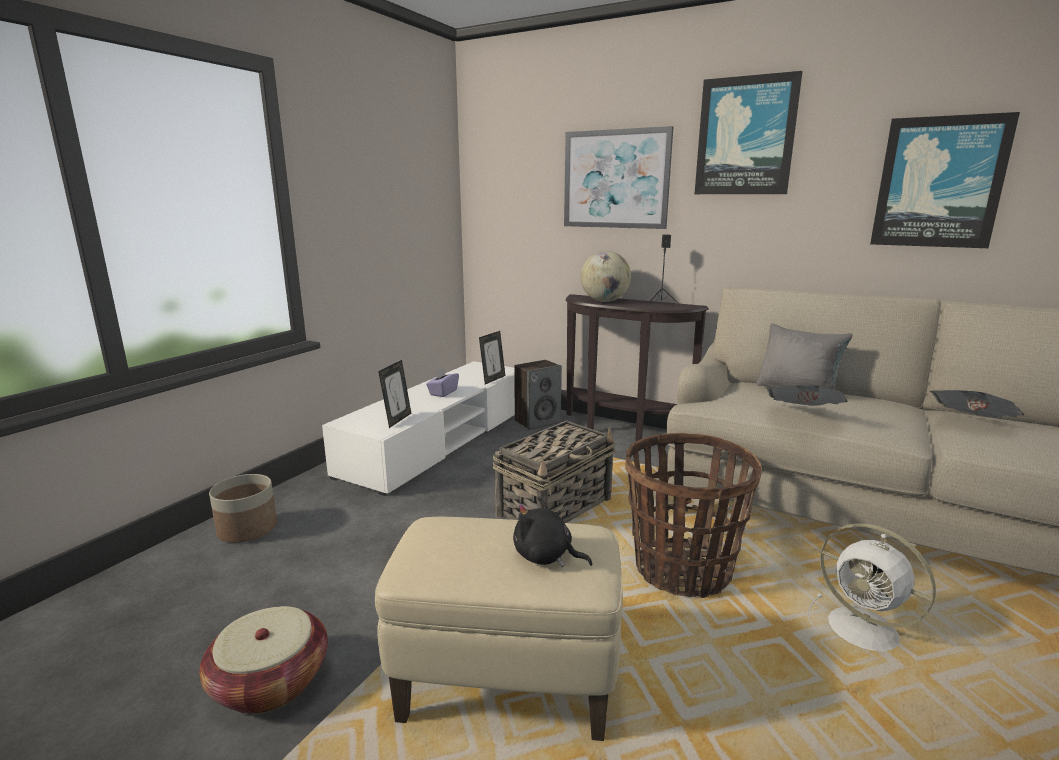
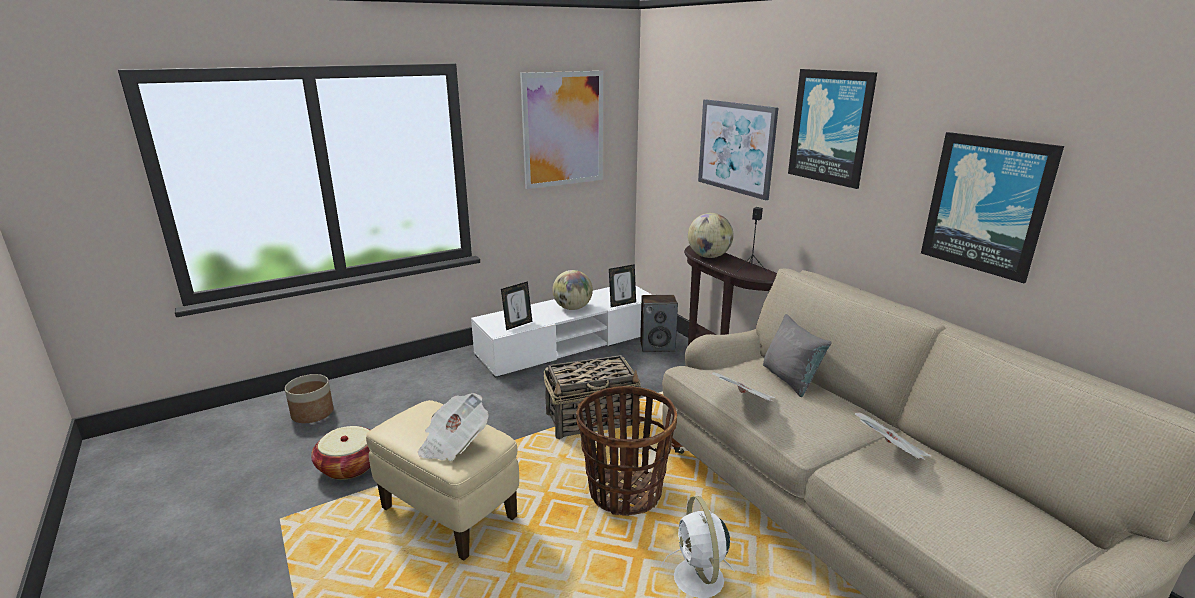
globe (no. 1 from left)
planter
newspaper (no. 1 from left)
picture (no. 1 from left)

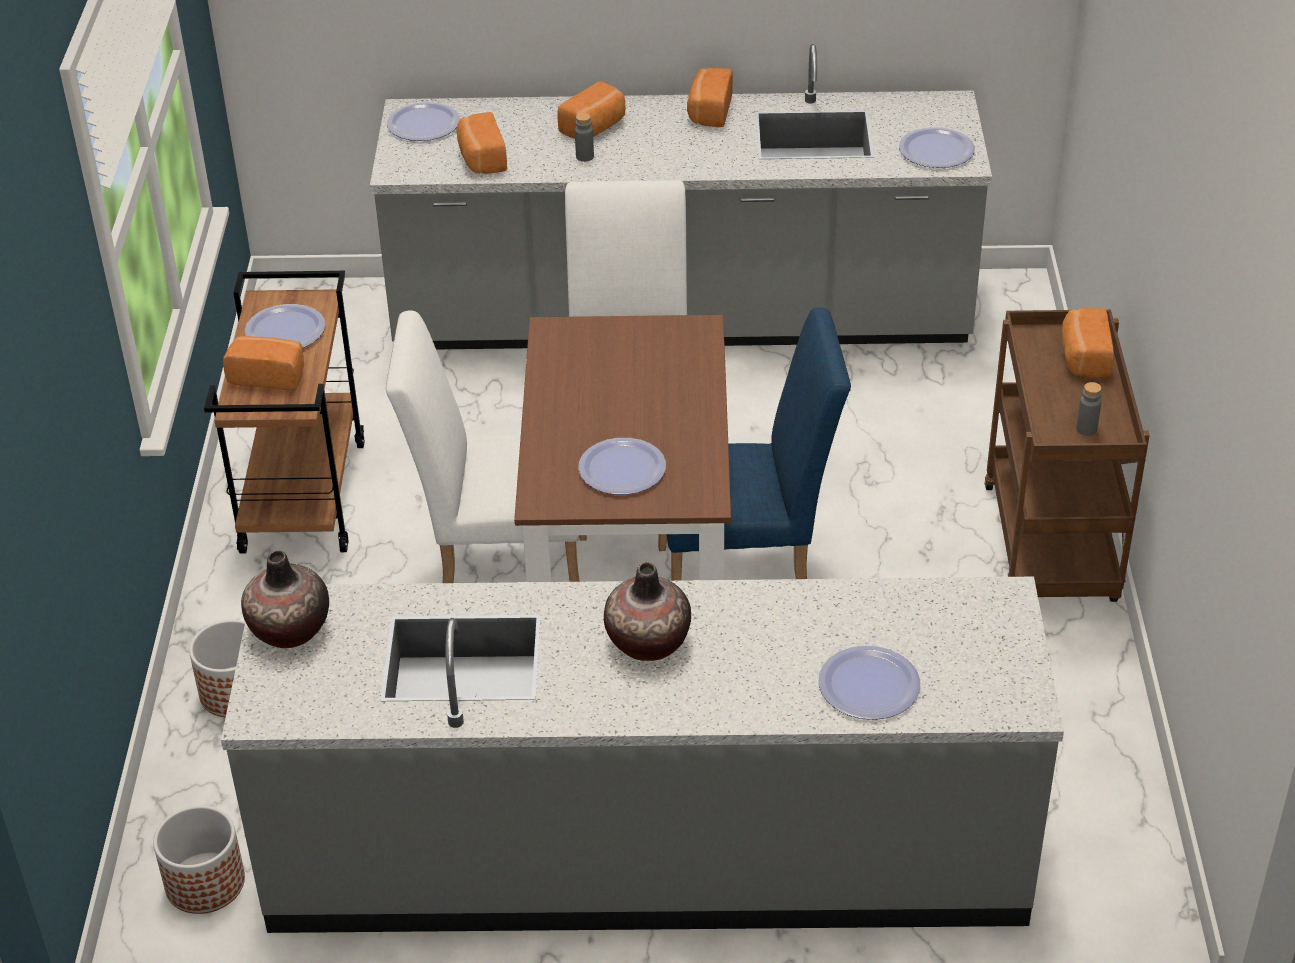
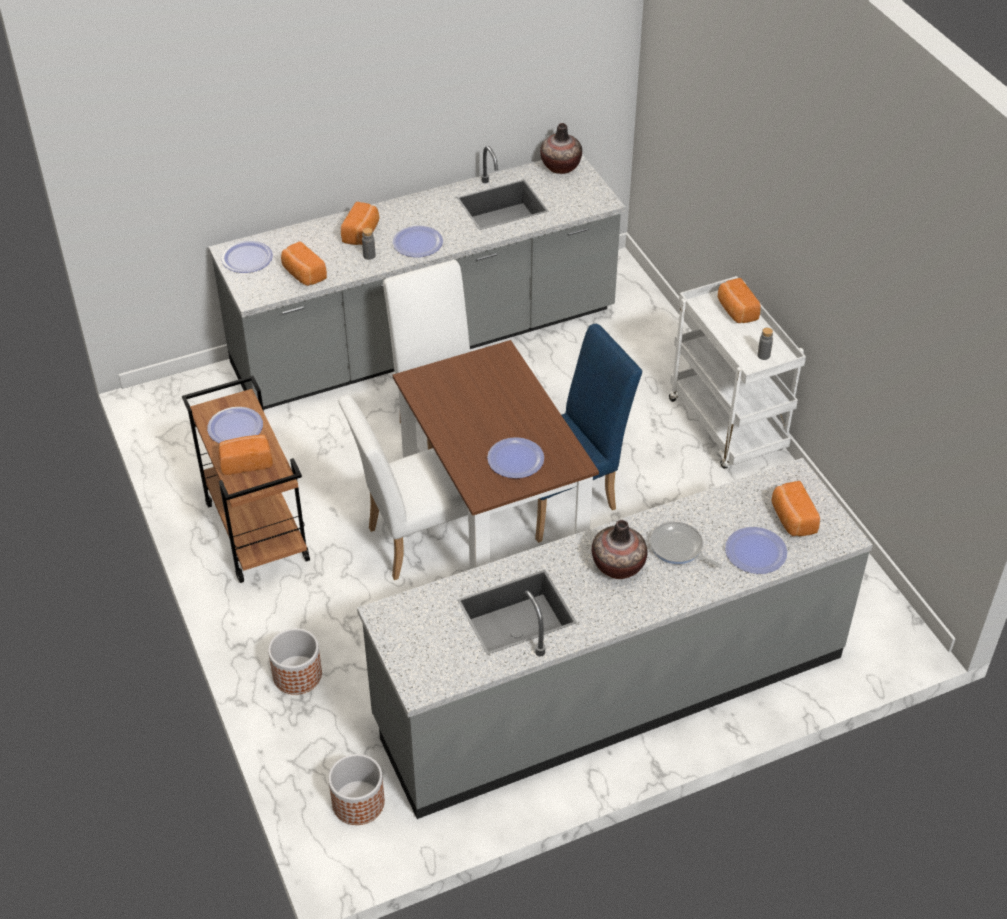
bread (no. 5 from left)
plate (no. 3 from left)
cart (white)
vase (no. 1 from left)
frying pan

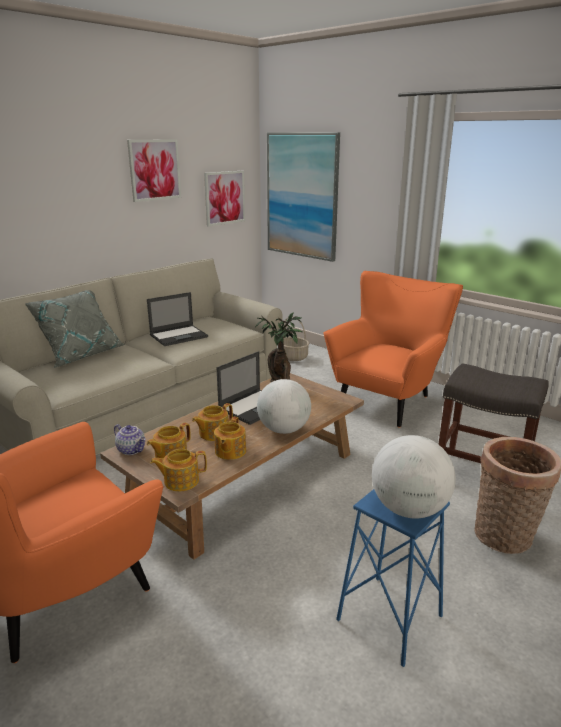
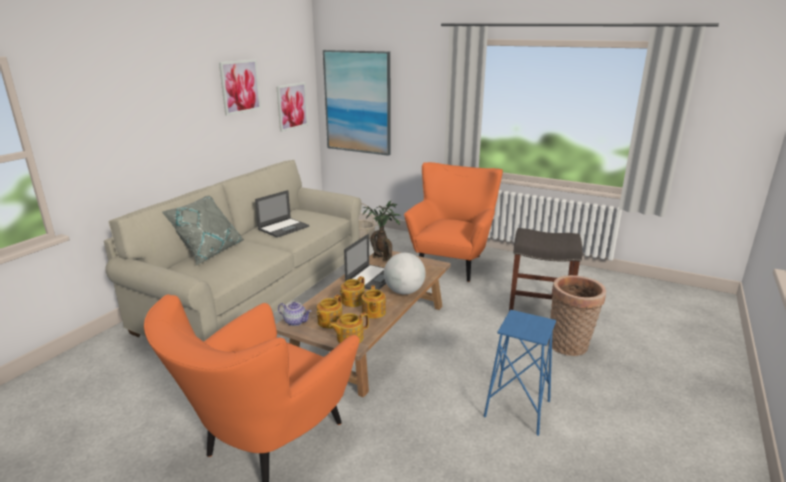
globe (no. 2 from left in the first image)

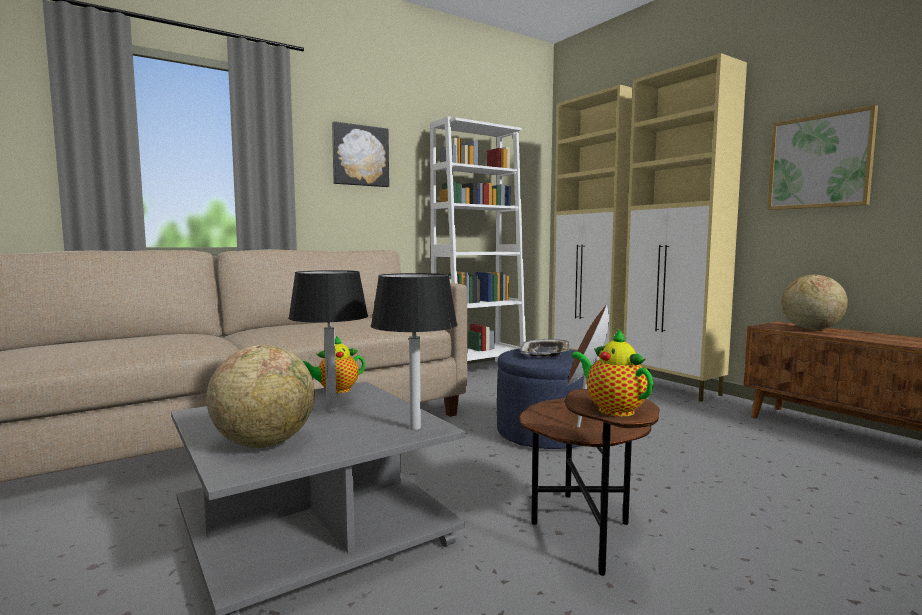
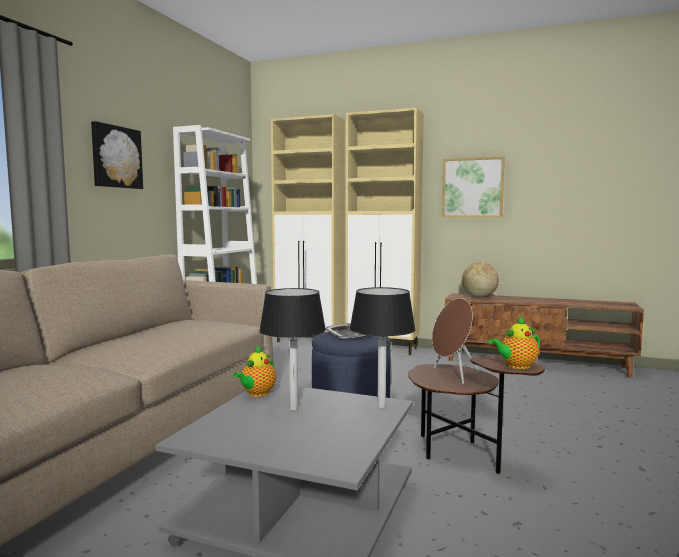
teapot (no. 2 from left)
globe (no. 1 from left in the first image)

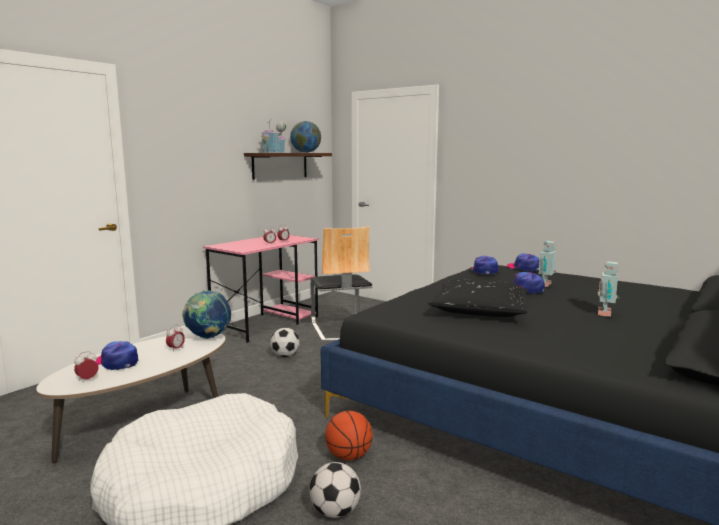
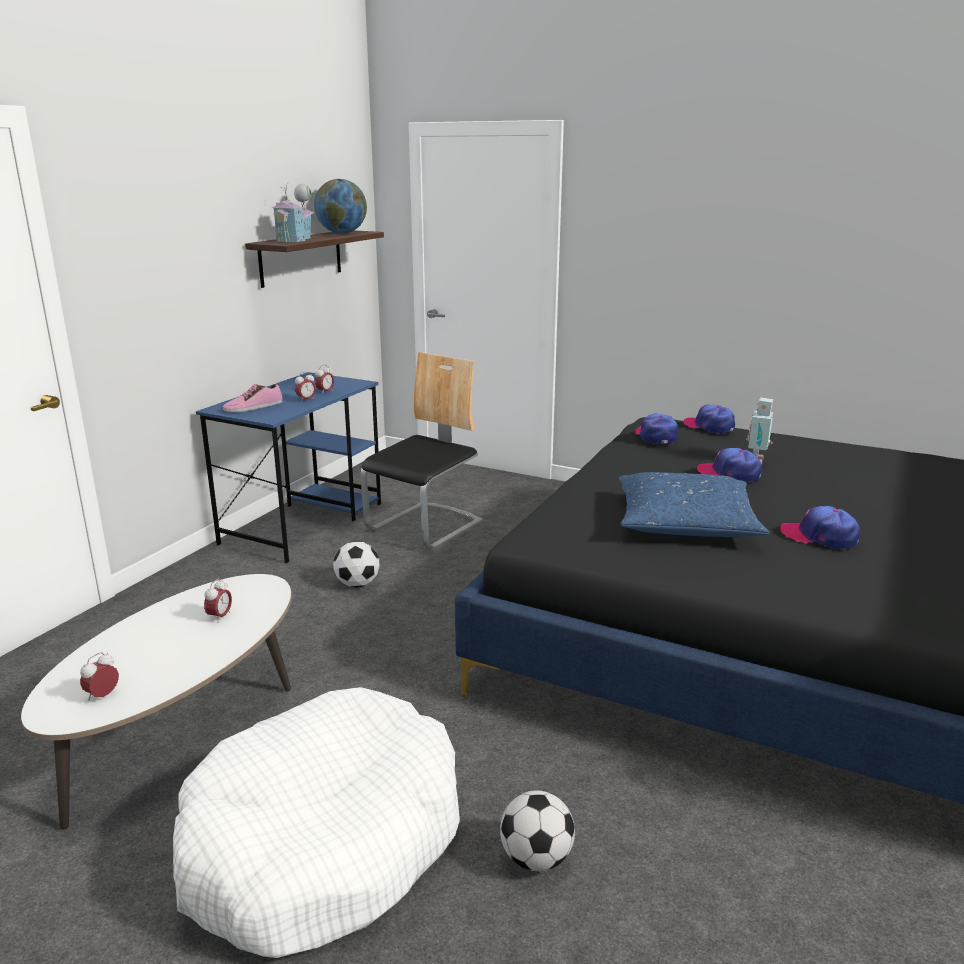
chair
desk (blue)
toy robot (no. 2 from left in the first image)
pillow (blue)
globe (no. 1 from left in the first image)
cap (no. 4 from left)
basketball
shoe

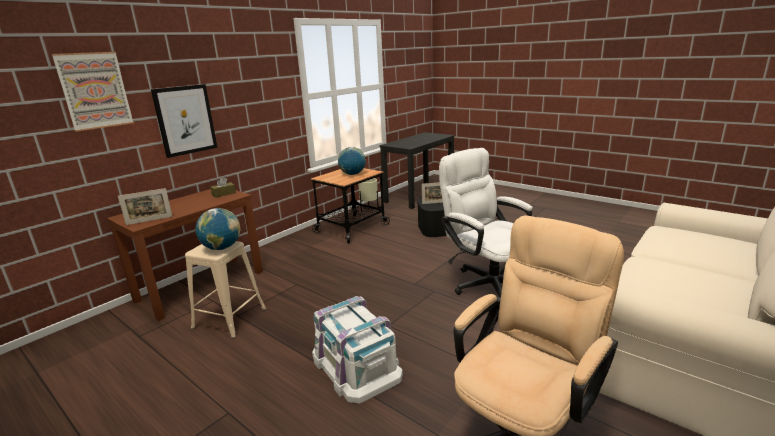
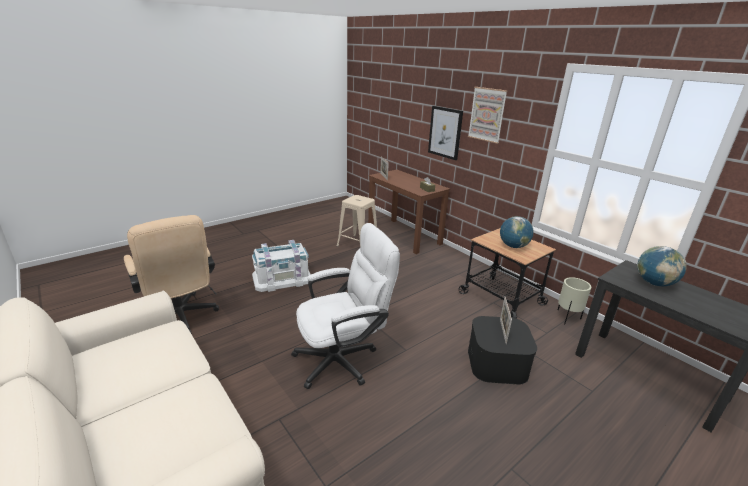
picture (no. 2 from left)
globe (no. 2 from left)

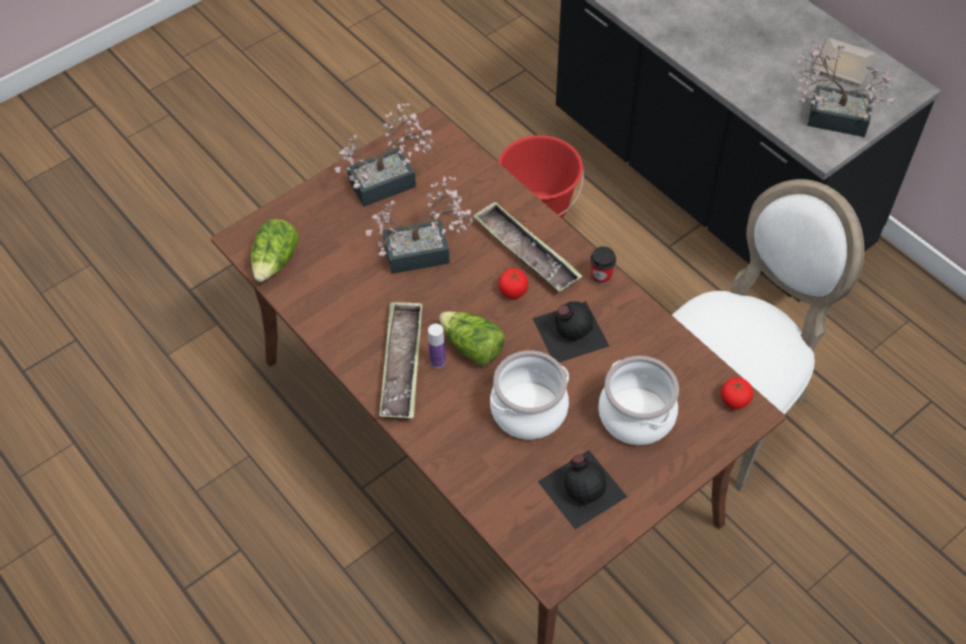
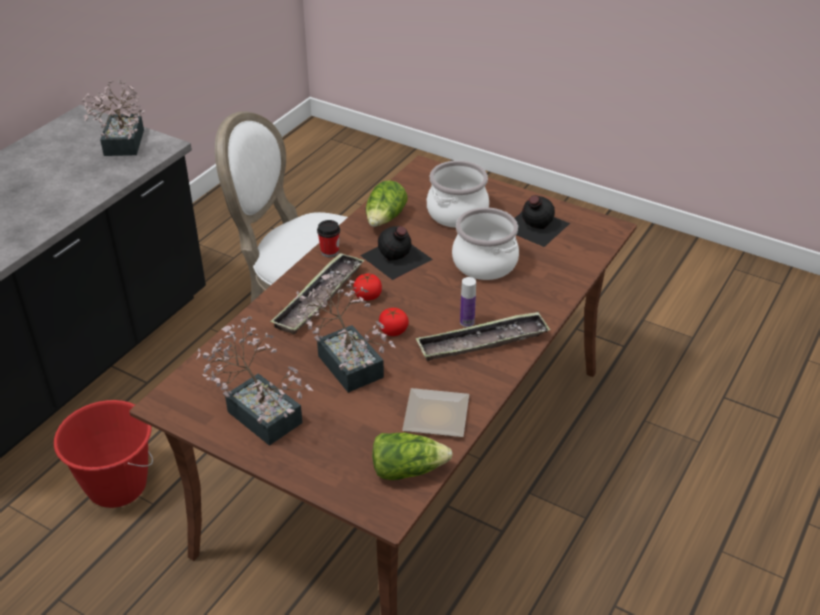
plate
lettuce (no. 1 from left)
tomato (no. 2 from left)

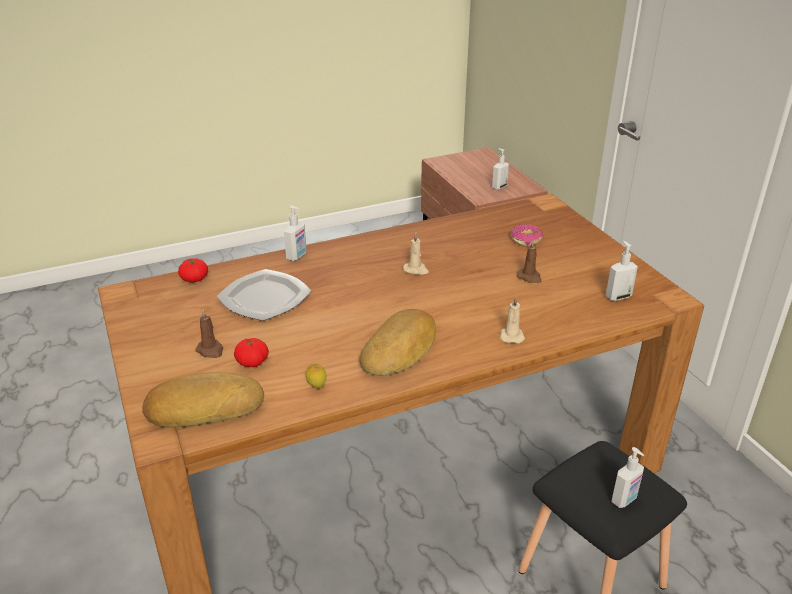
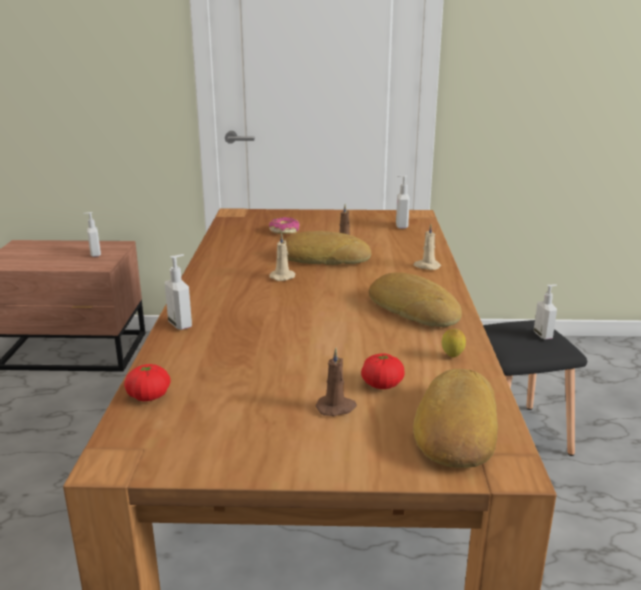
plate
bread (no. 1 from left)

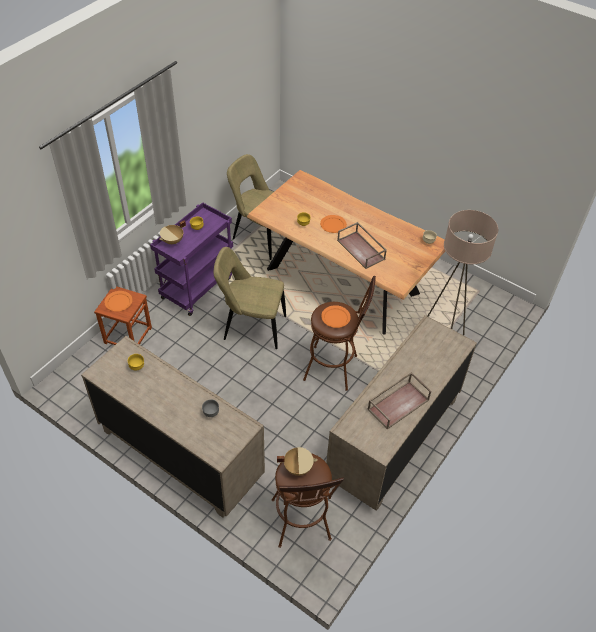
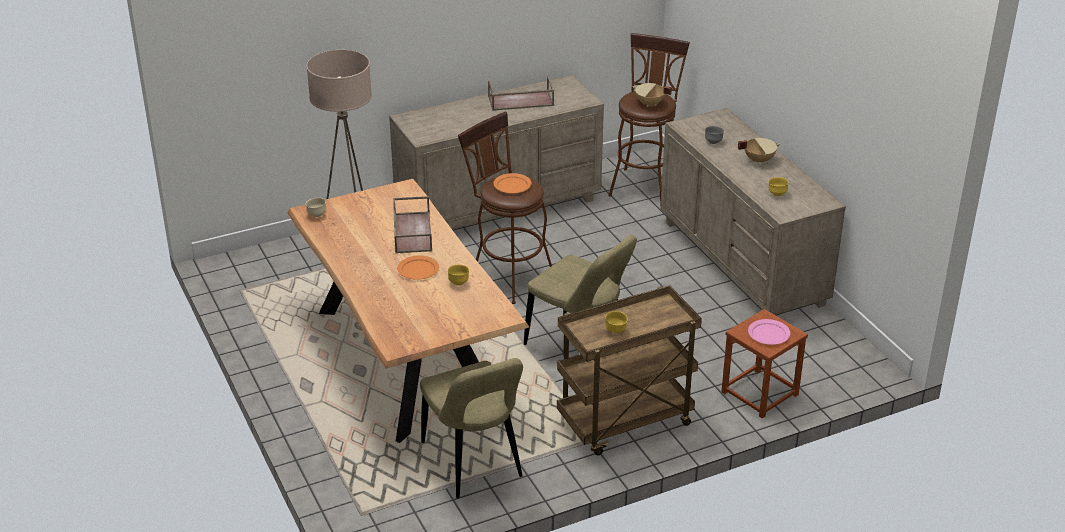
cart (brown)
cooking pot (beige) (no. 2 from left)
plate (pink)

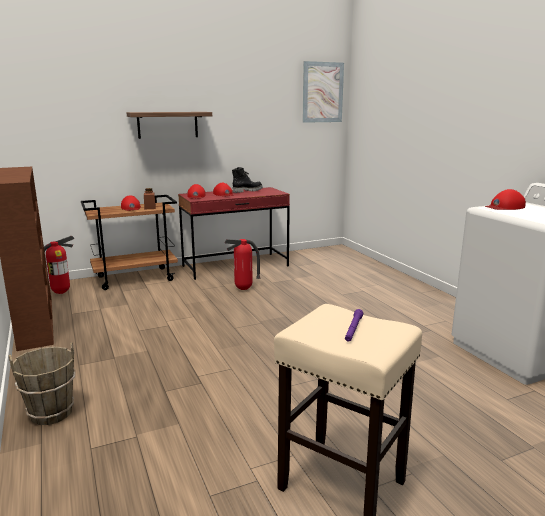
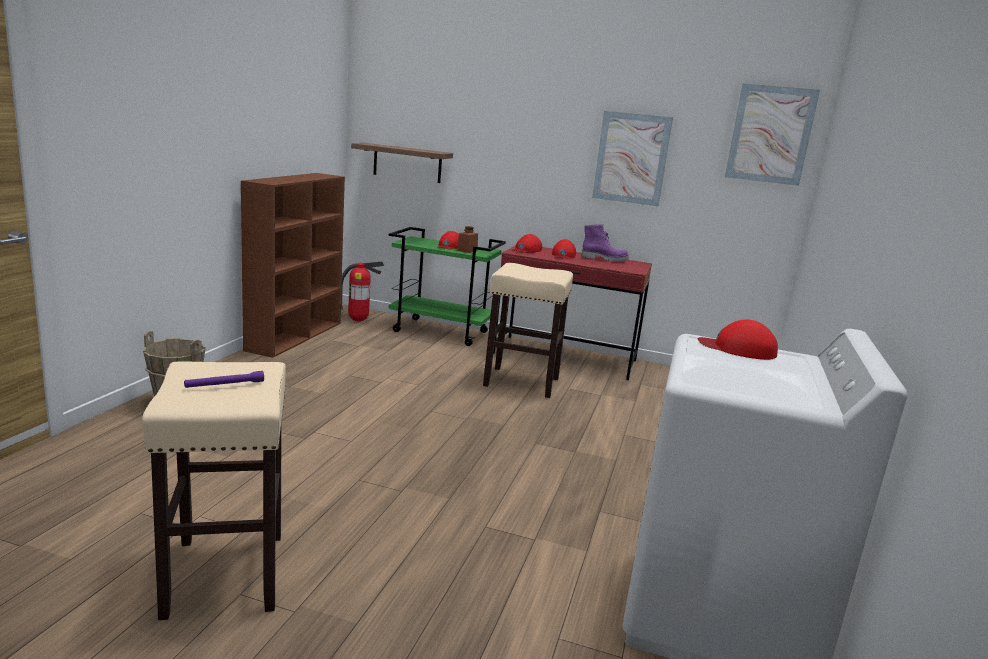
shelf
boot (purple)
cart (green)
stool (beige) (no. 2 from left)
picture (no. 1 from left)

